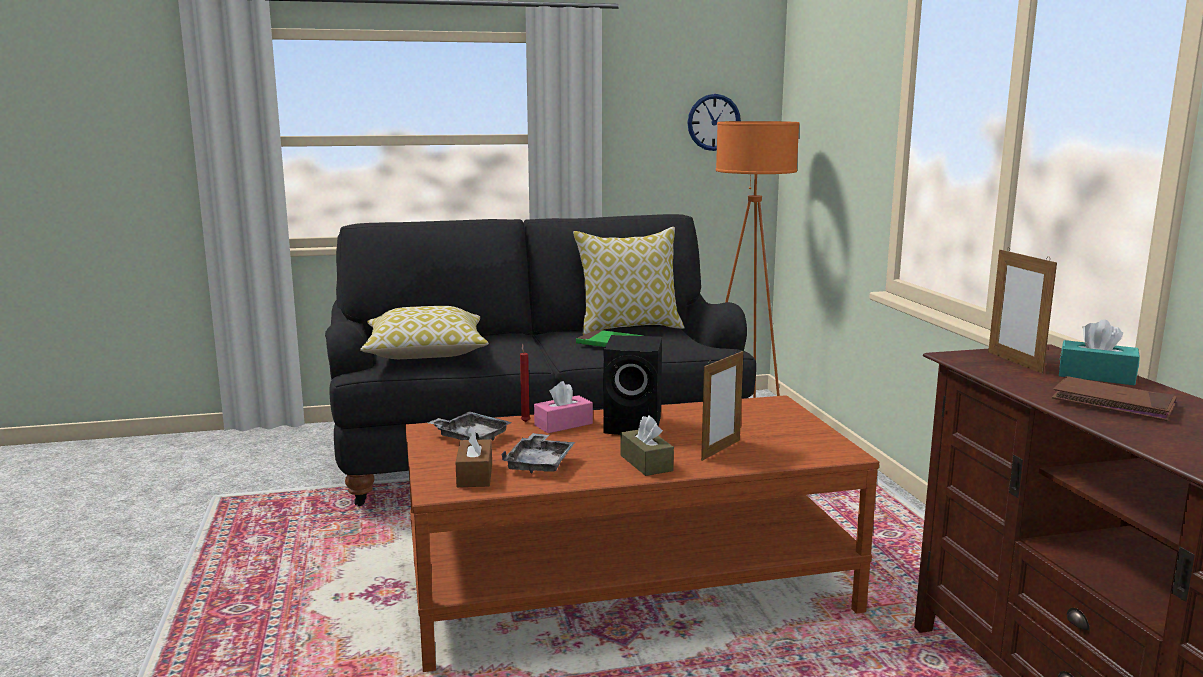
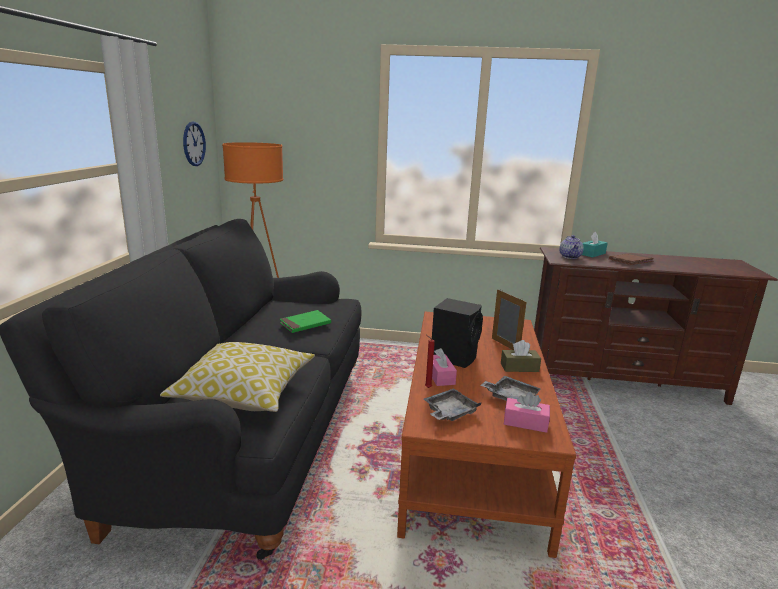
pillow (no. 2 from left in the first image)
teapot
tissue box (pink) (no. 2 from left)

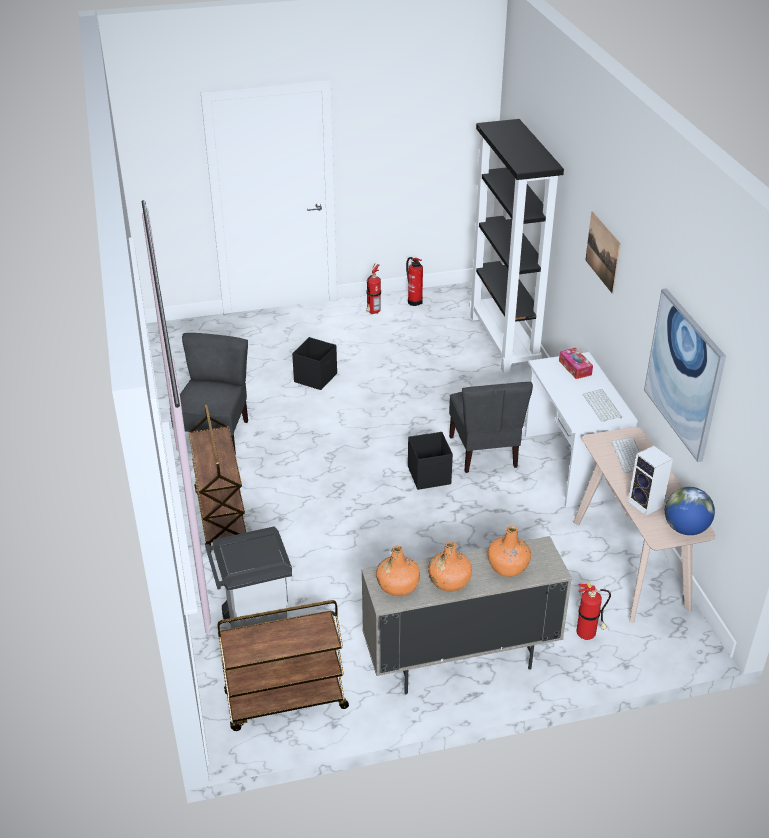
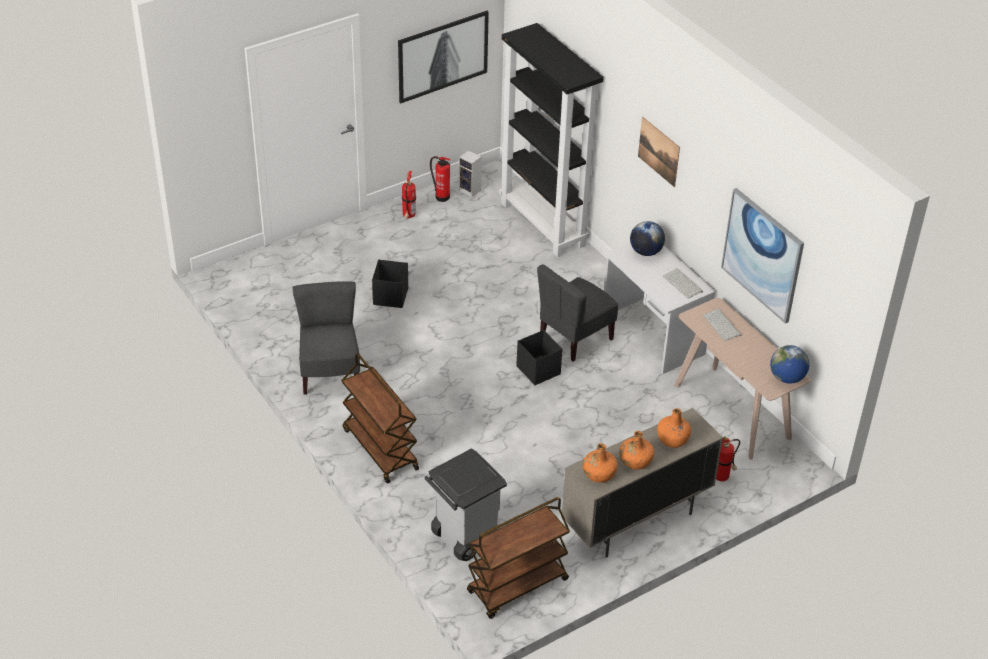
globe (no. 1 from left)
chair (grey) (no. 2 from left)
speaker
picture (no. 1 from left)

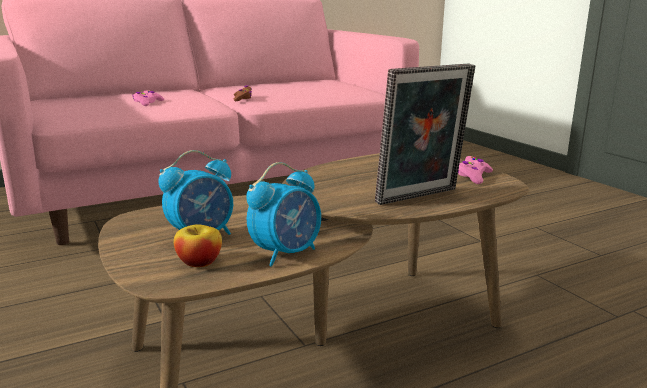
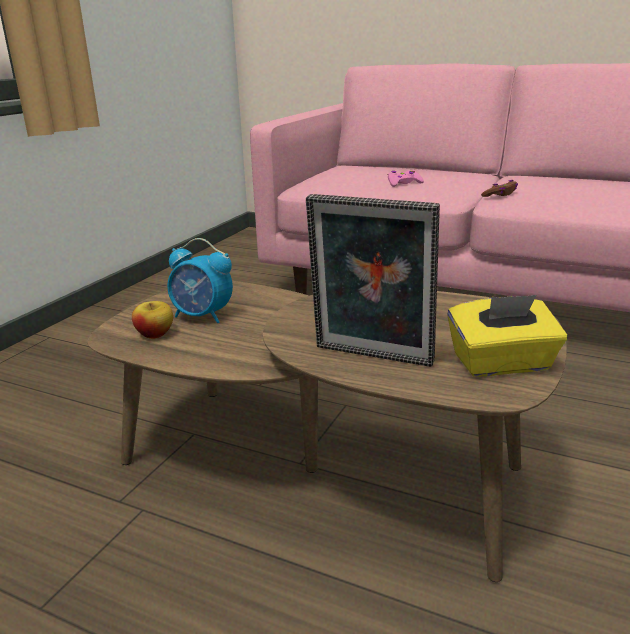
tissue box (yellow)
alarm clock (no. 2 from left in the first image)

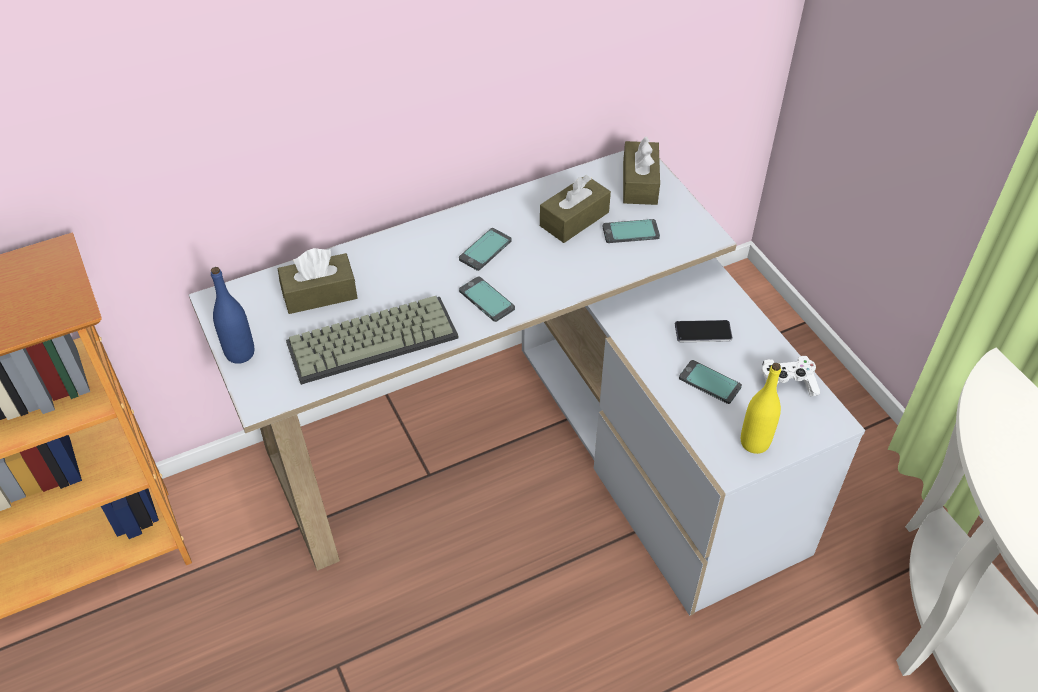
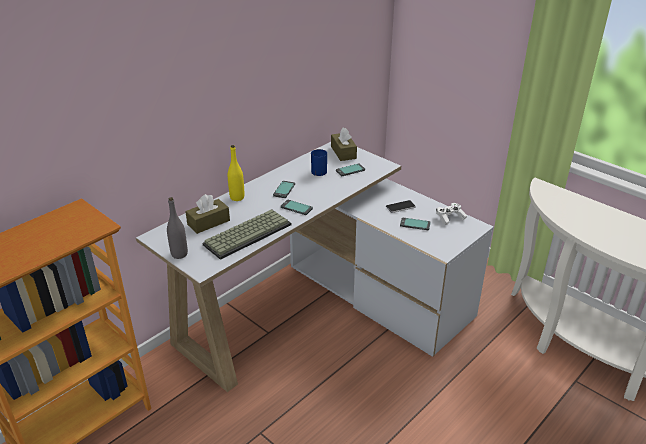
mug (blue)
bottle (grey)
bottle (yellow)

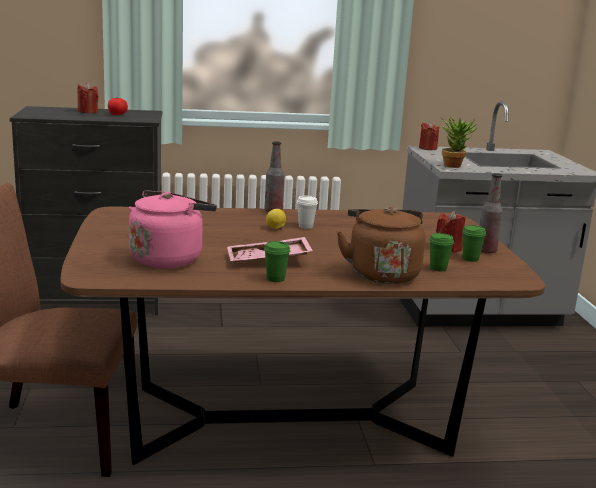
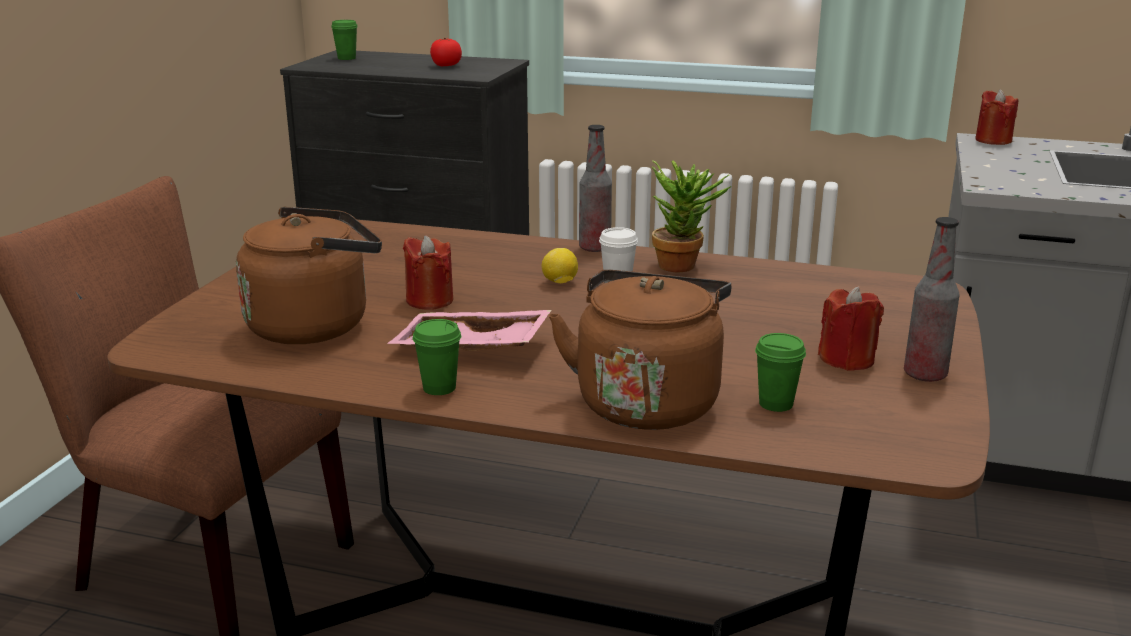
candle (red) (no. 1 from left)
potted plant
kettle (brown) (no. 1 from left)
cup (green) (no. 1 from left)

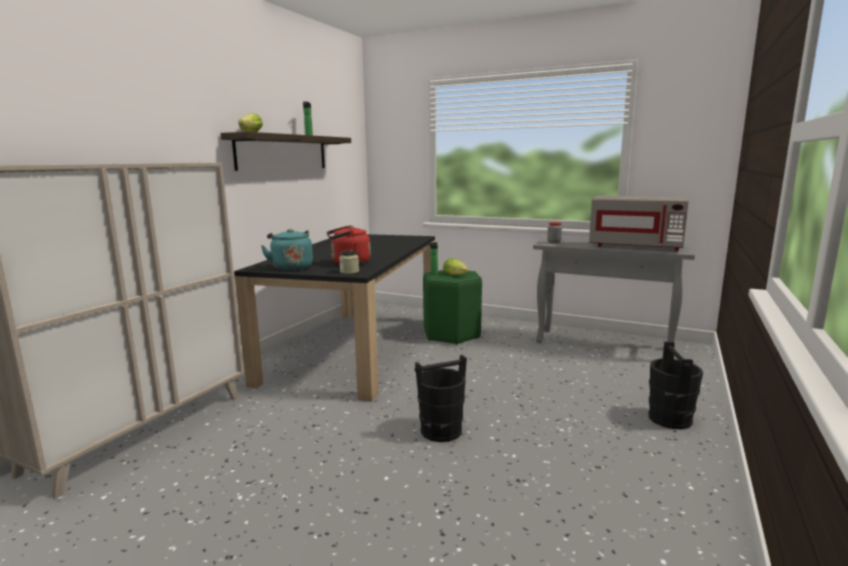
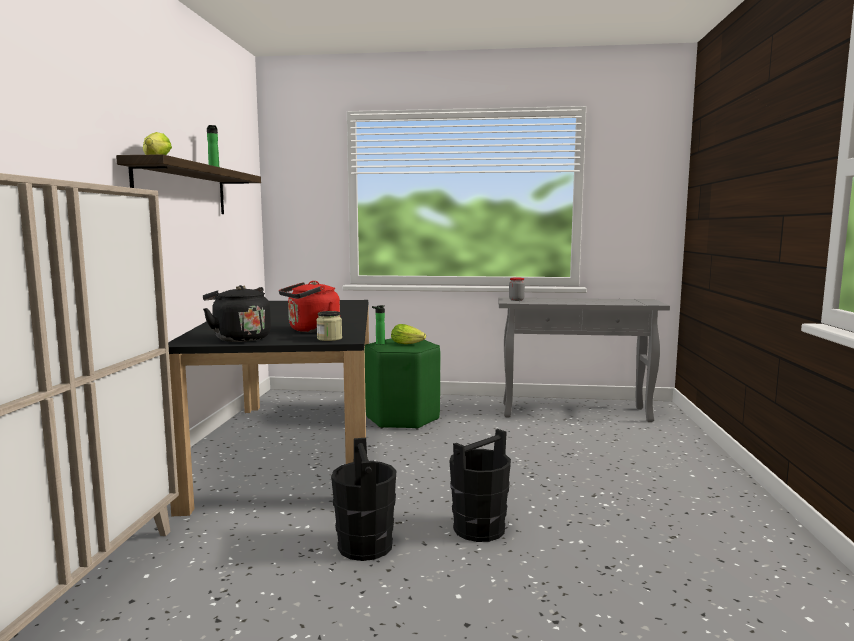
microwave (grey)
kettle (black)
bucket (black) (no. 1 from left)

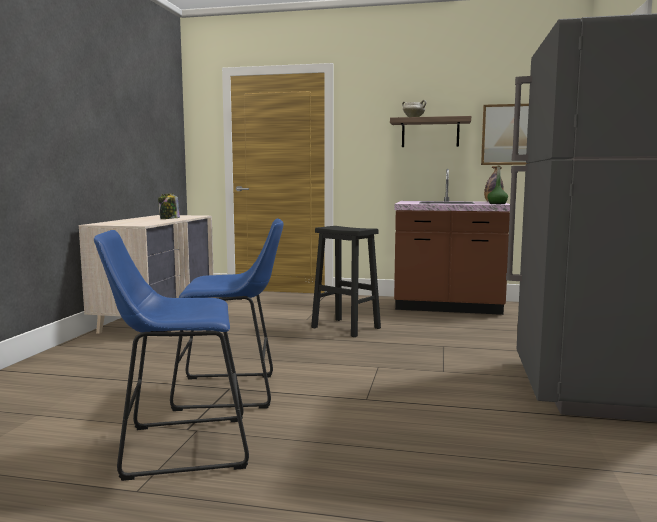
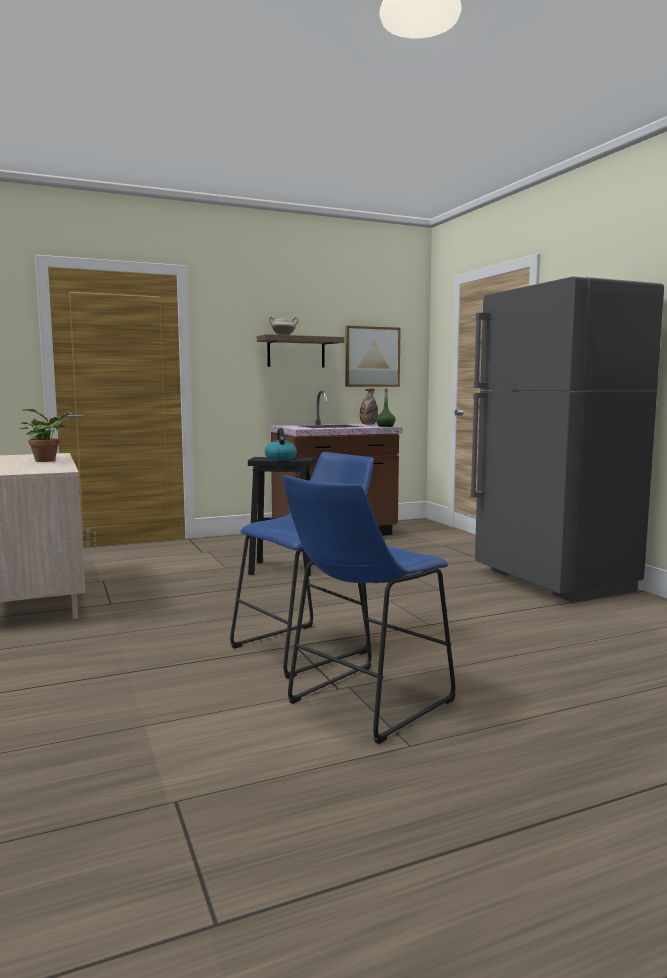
potted plant
kettle

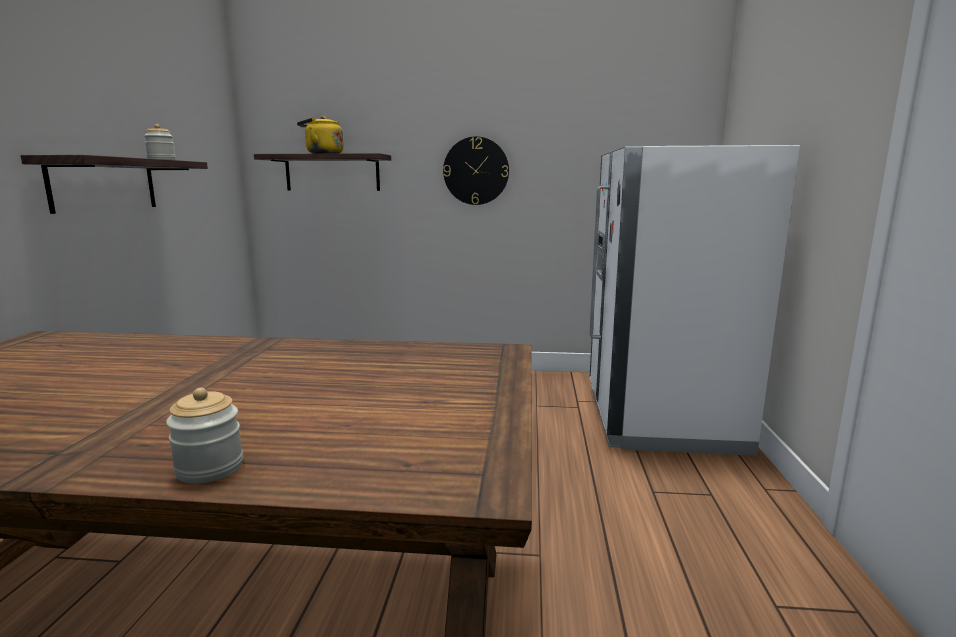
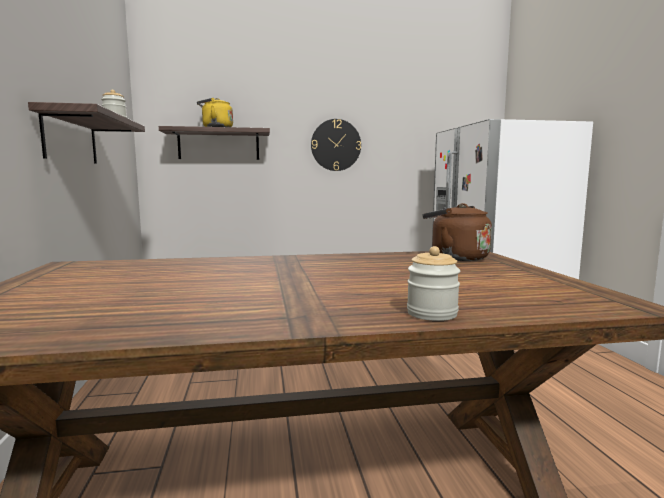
kettle (brown)

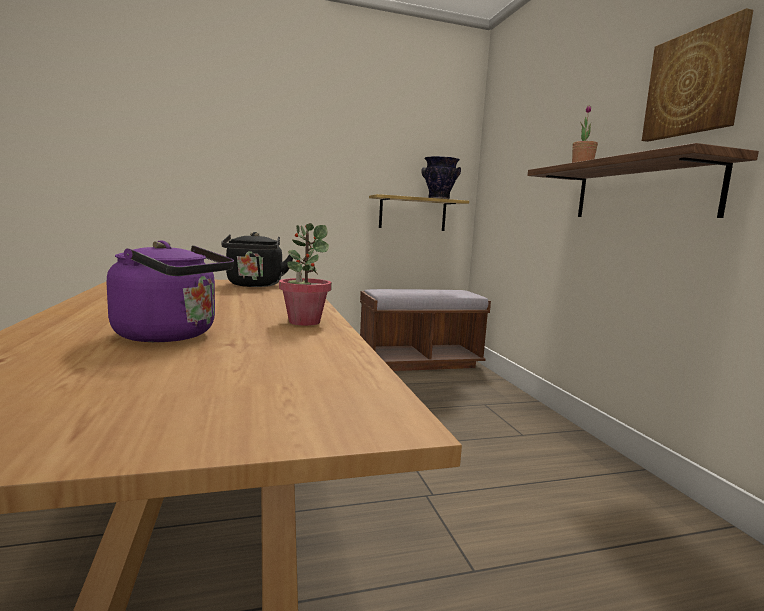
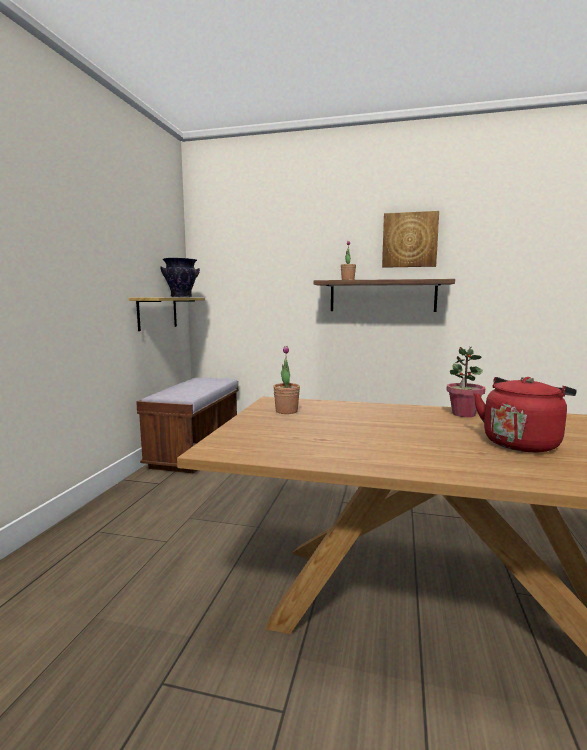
potted plant (no. 1 from left)
kettle (red)

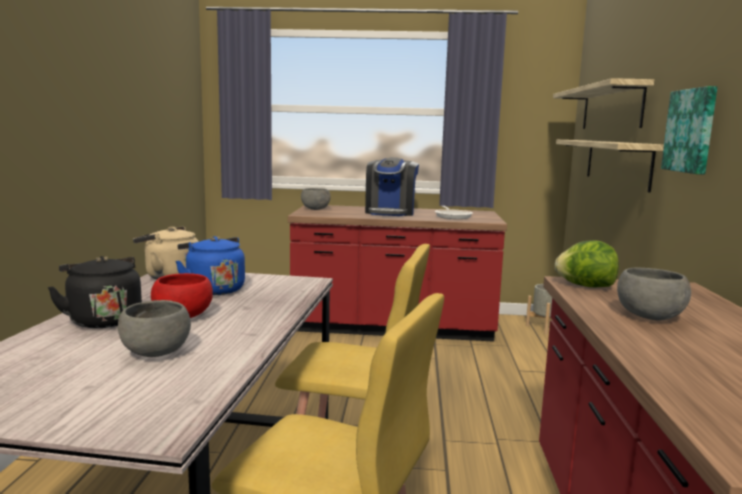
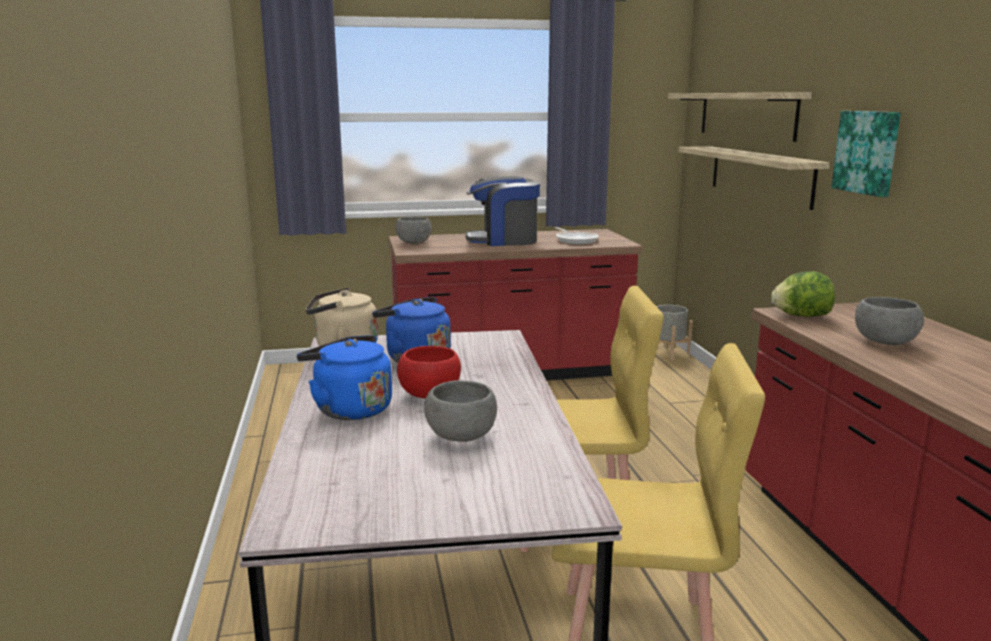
coffee machine
kettle (blue) (no. 1 from left)

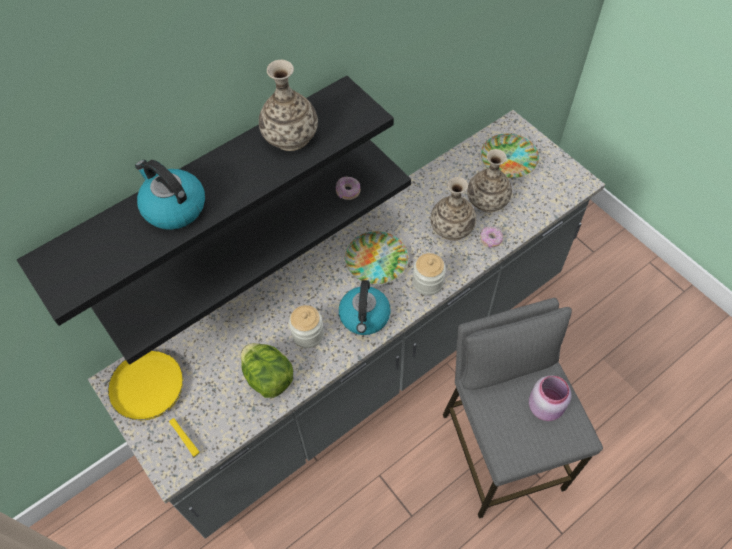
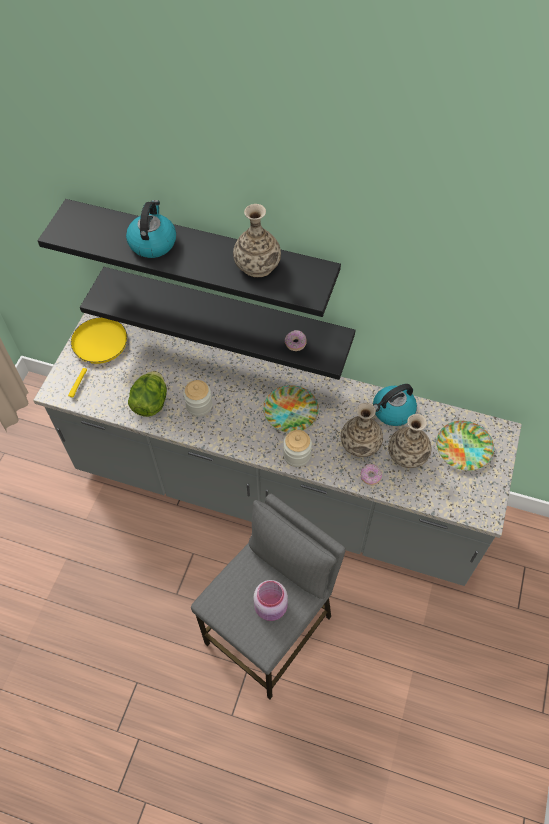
kettle (no. 2 from left)

